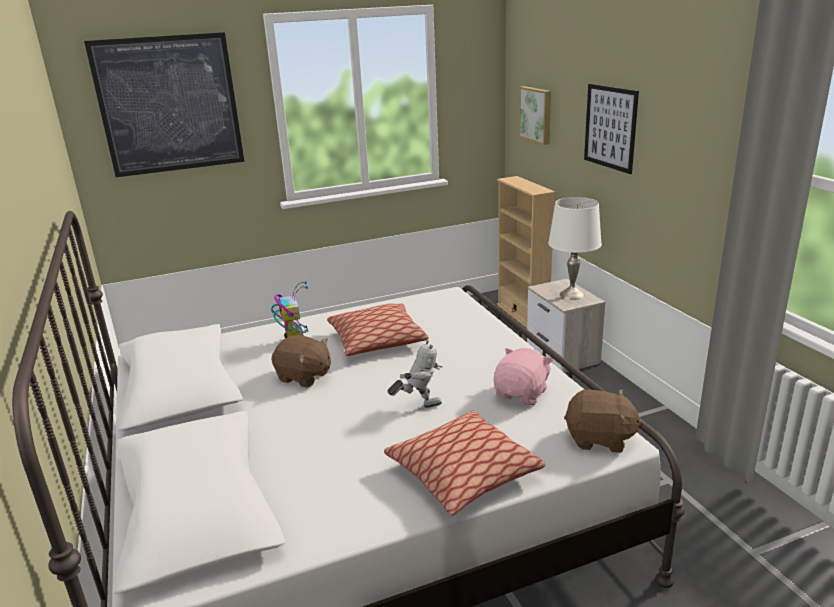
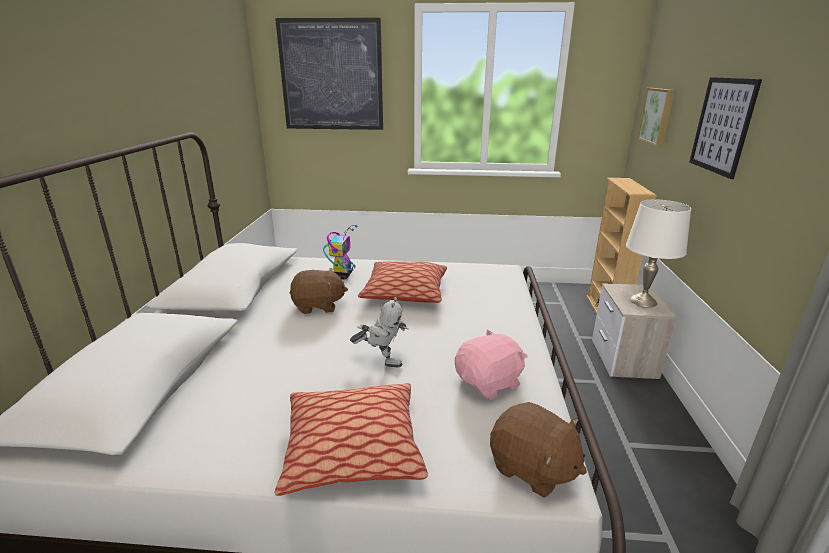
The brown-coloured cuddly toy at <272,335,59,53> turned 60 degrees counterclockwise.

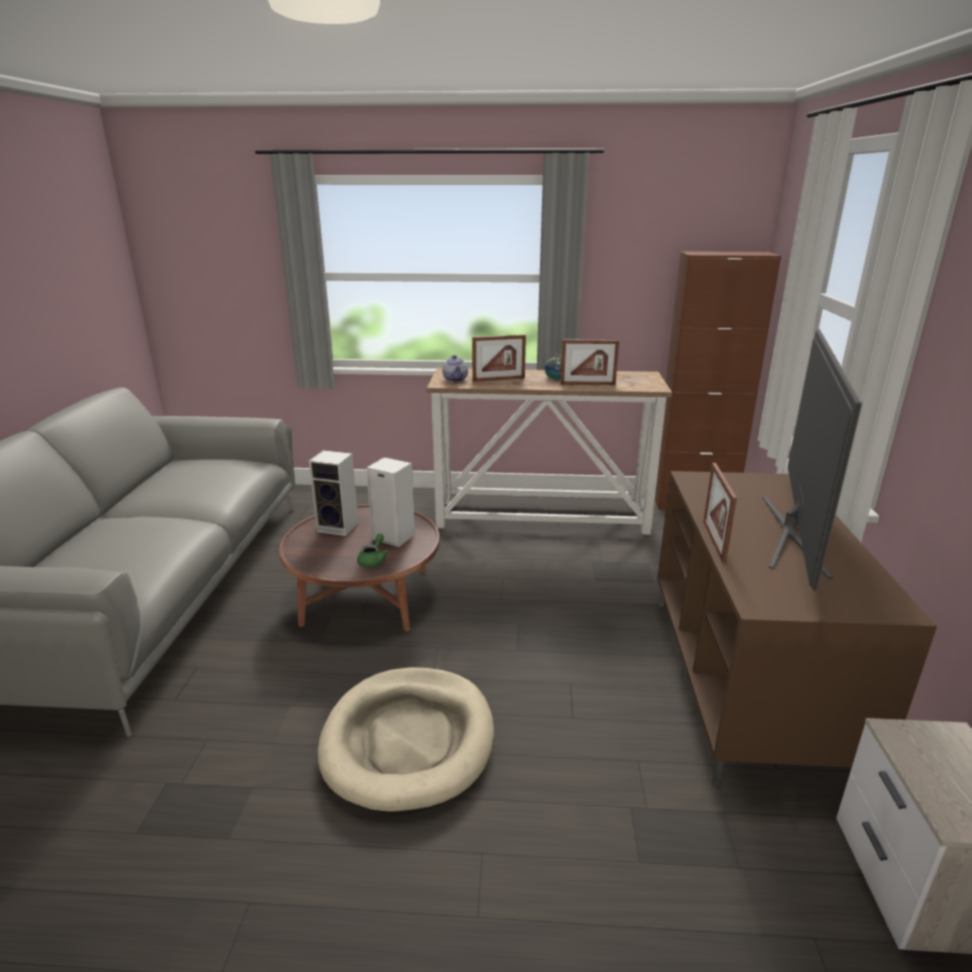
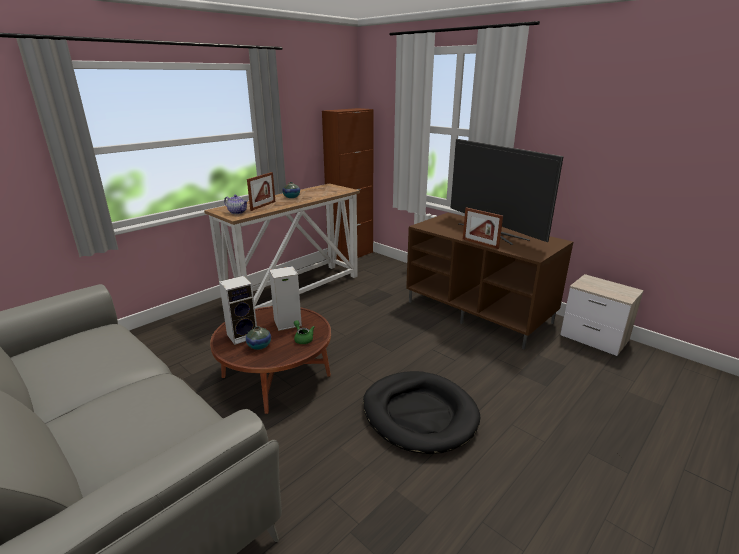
The photo frame at <560,339,59,46> disappeared. The decorative vase at <246,326,25,24> appeared. The beige dog cushion at <317,667,177,148> became the blackish dog cushion at <363,371,118,83>.

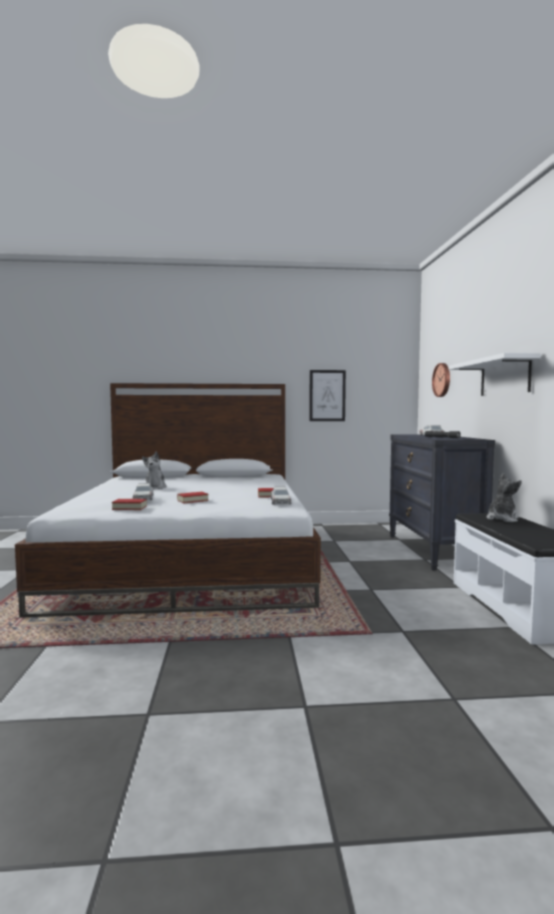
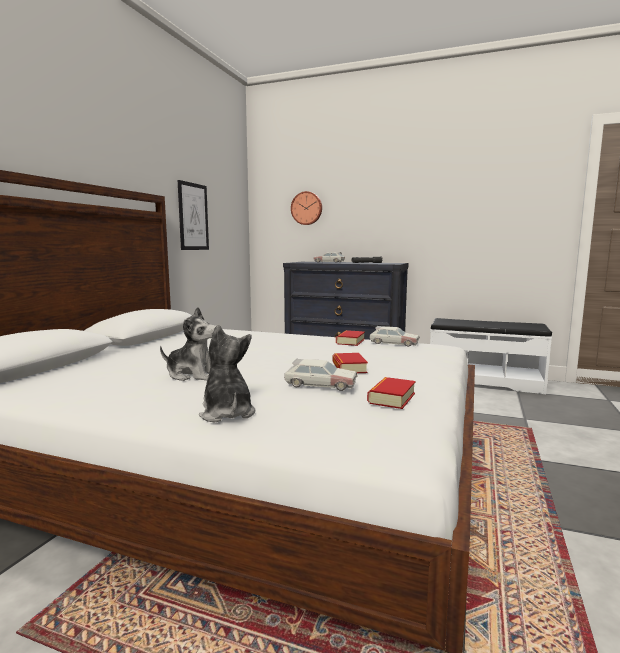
The whitish bracket shelf at <448,353,93,43> disappeared. The cuddly toy moved from <486,473,36,49> to <199,325,56,98>.

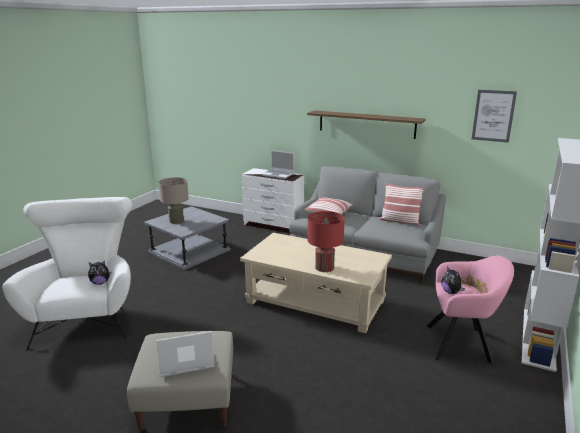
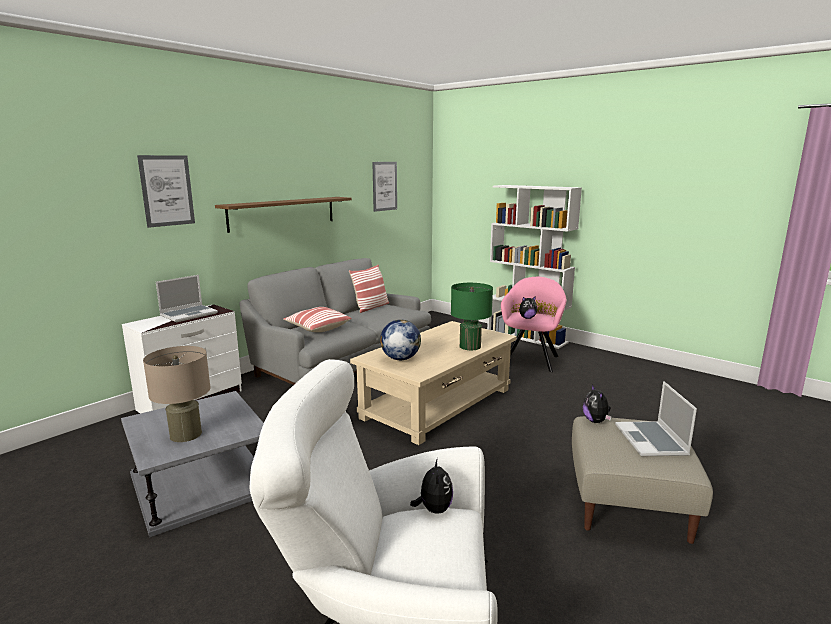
The picture at <137,155,58,73> appeared. The world globe at <380,320,41,40> appeared. The cuddly toy at <583,385,29,38> appeared. The red-coloured lamp for a table at <307,211,38,61> became the green lamp for a table at <451,283,42,67>.

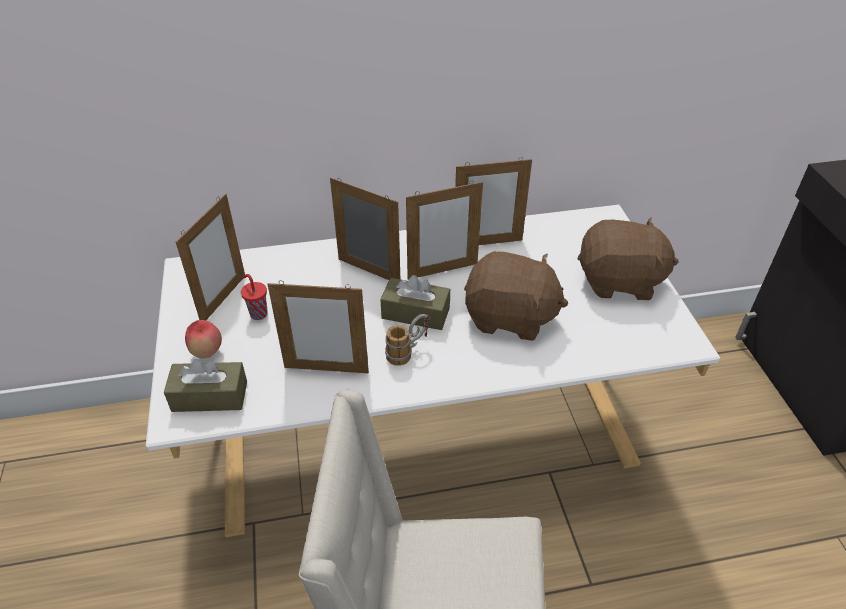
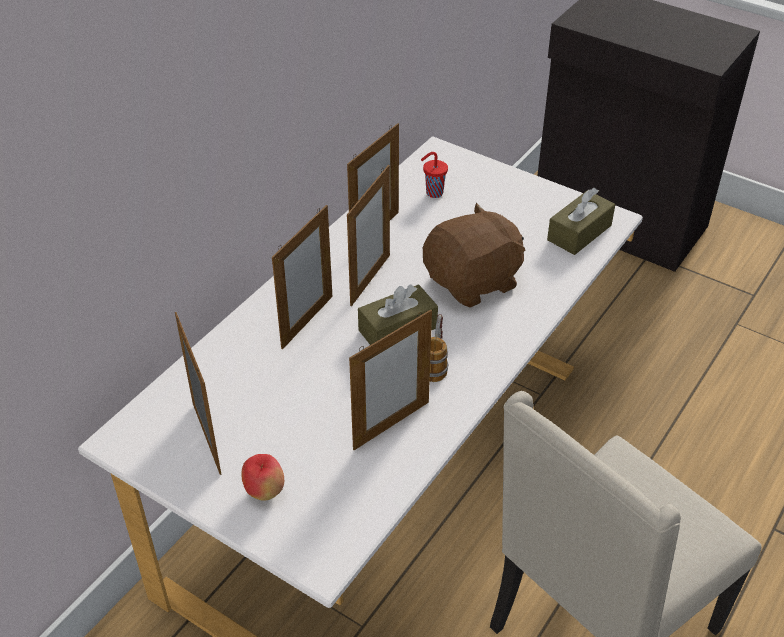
The brown-coloured cuddly toy at <578,217,101,83> disappeared. The brown-coloured tissue holder moved from <164,359,83,53> to <547,188,68,67>. The red-coloured drinking cup moved from <241,274,27,46> to <421,152,27,46>. The photo frame at <330,178,70,102> turned 135 degrees clockwise.

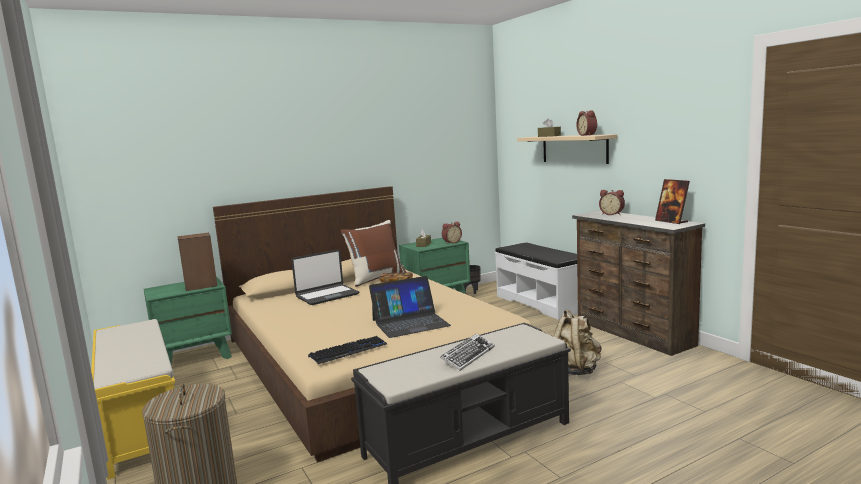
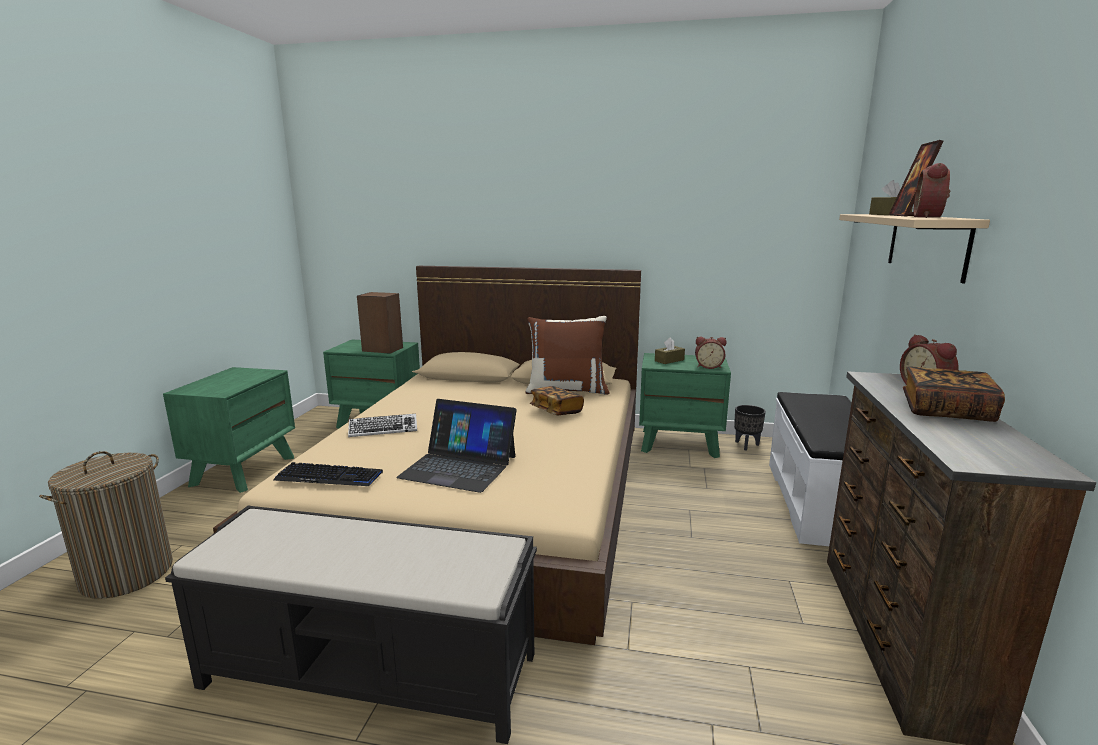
The notebook computer at <291,249,68,56> disappeared. The beige rucksack at <553,309,48,66> disappeared. The volume at <903,366,102,56> appeared. The keyboard moved from <440,334,55,37> to <348,414,69,23>. The photo frame moved from <655,179,35,45> to <889,140,55,77>. The yellow bench at <91,319,84,161> was replaced by the green bedside table at <163,367,132,126>.

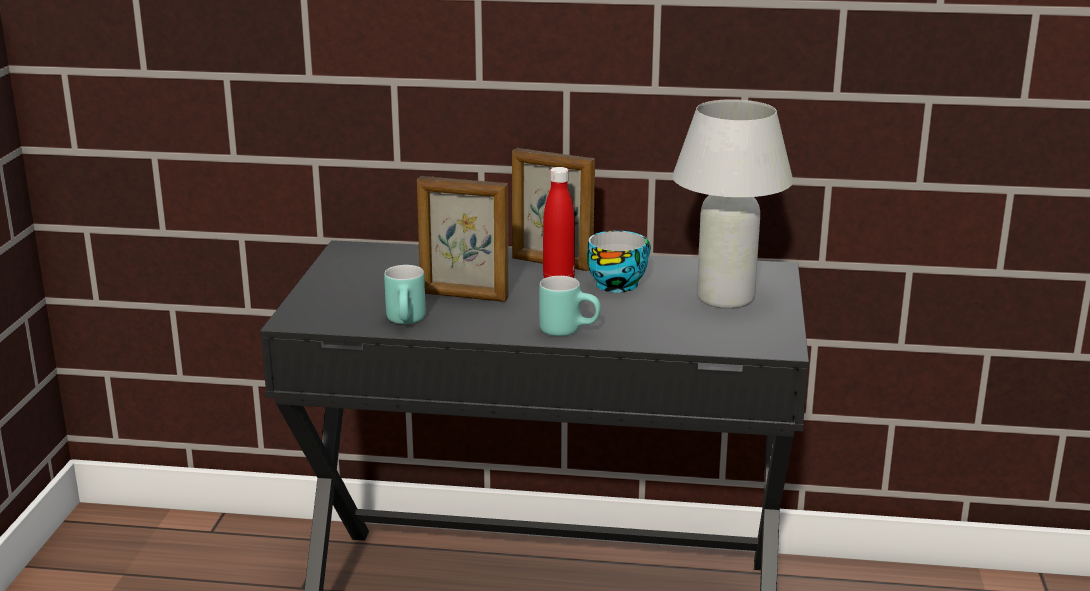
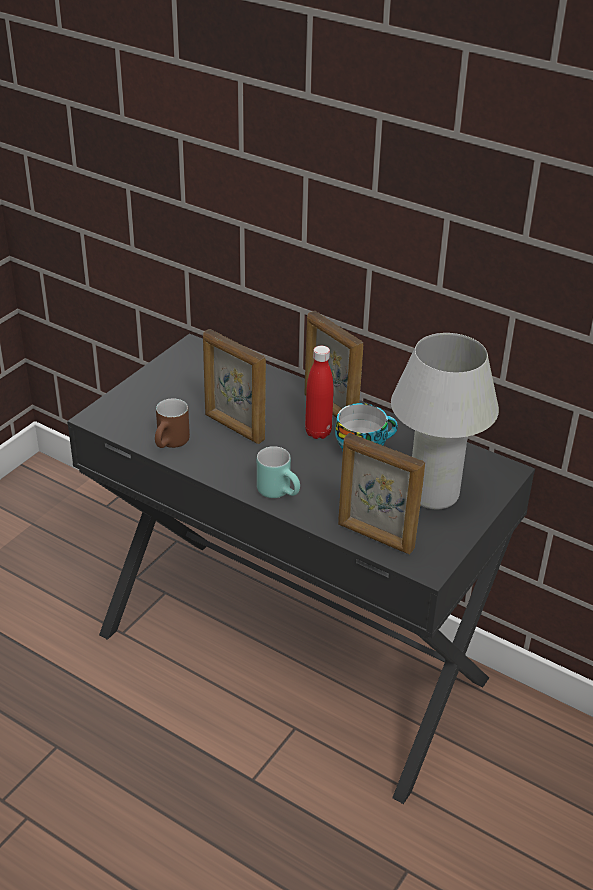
The photo frame at <338,433,87,121> appeared. The blue-green tea mug at <384,265,42,59> became the brown-coloured tea mug at <155,398,35,50>.

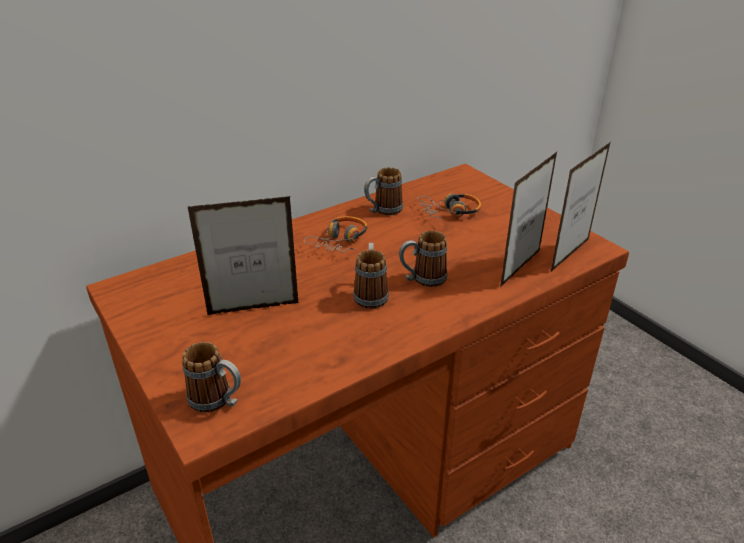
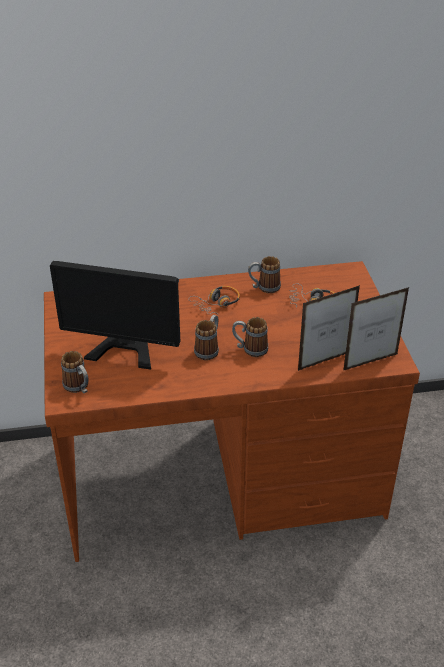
The photo frame at <188,196,111,119> was replaced by the monitor at <50,261,130,109>.

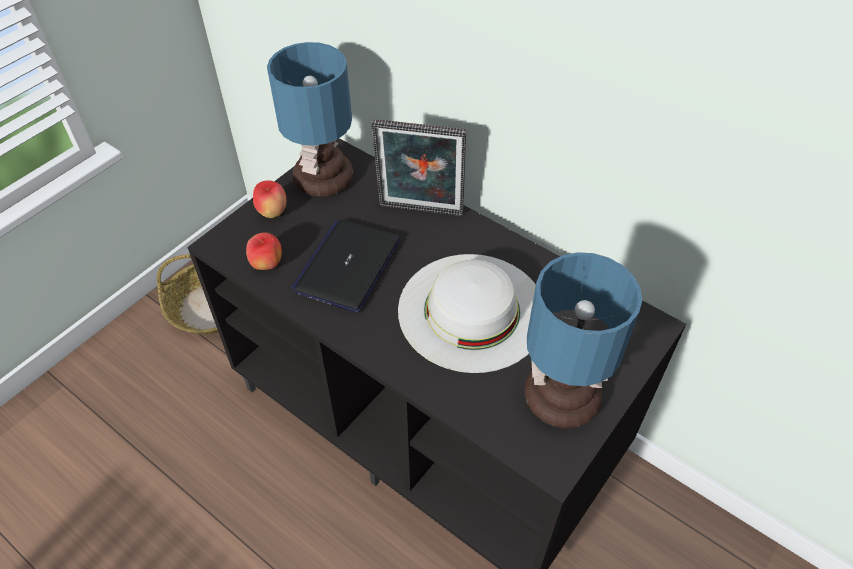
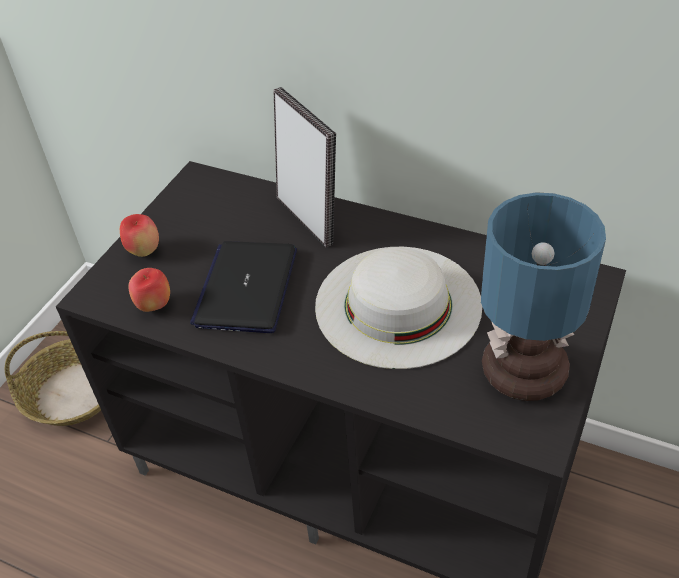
The lamp for a table at <267,42,86,155> disappeared. The photo frame at <372,119,94,97> turned 120 degrees counterclockwise.

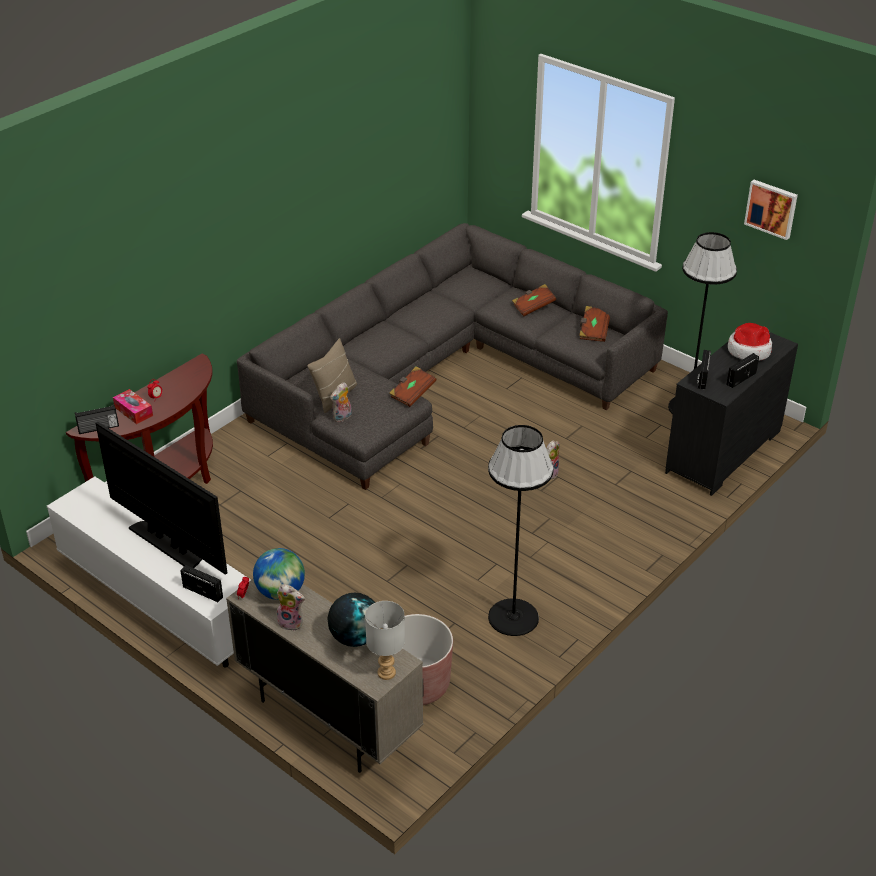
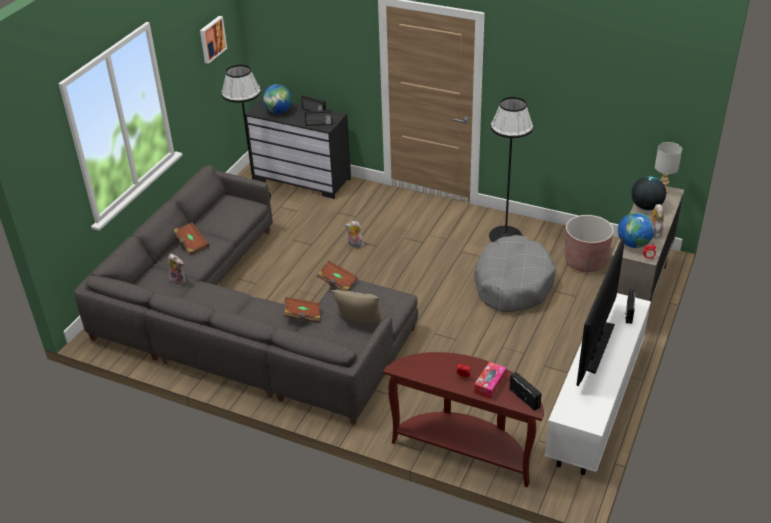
The gray dog cushion at <474,235,81,77> appeared. The cuddly toy moved from <330,382,22,40> to <168,254,17,32>. The brown-coloured volume moved from <579,306,31,36> to <284,297,37,25>. The clothing hat at <728,323,44,38> was replaced by the world globe at <263,84,29,30>.

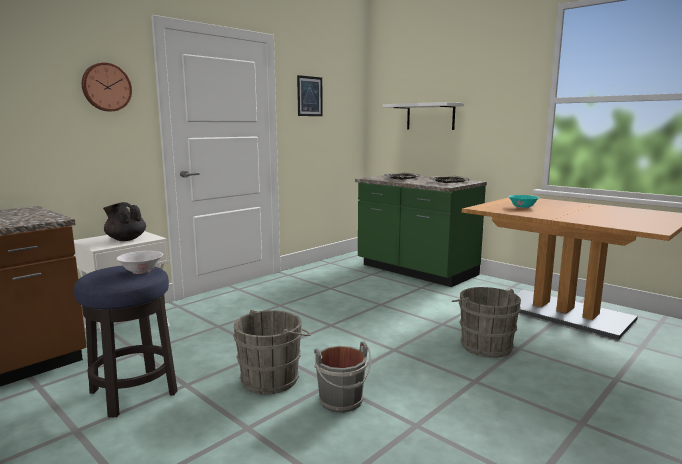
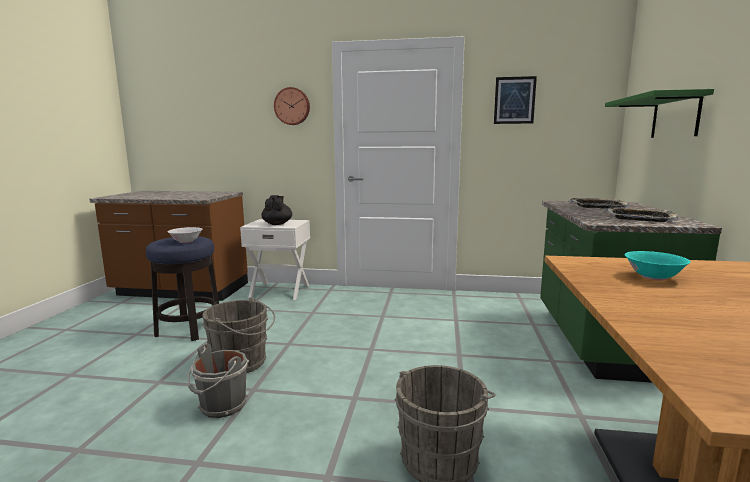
The whitish bracket shelf at <383,102,81,28> became the green bracket shelf at <605,89,109,49>.

